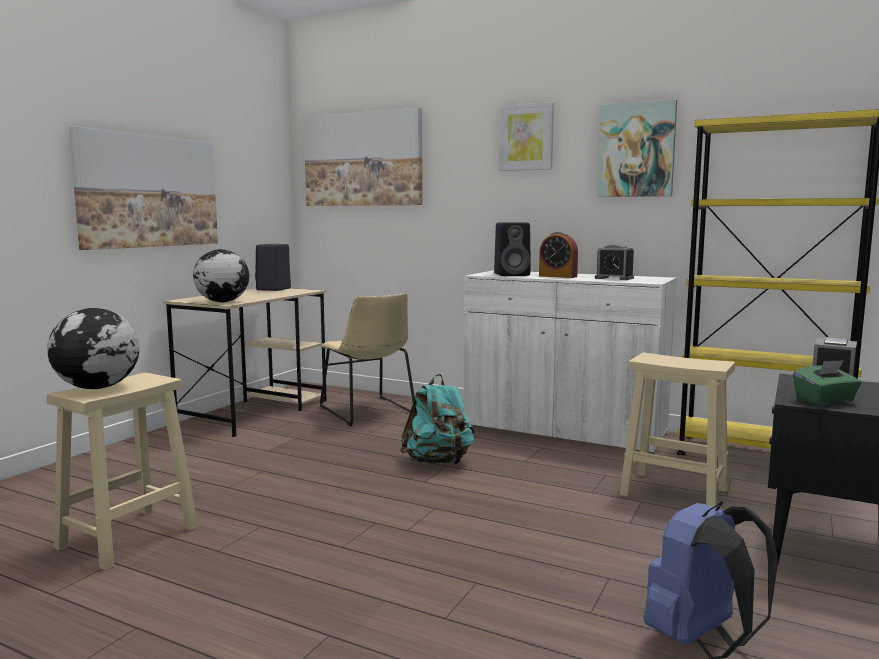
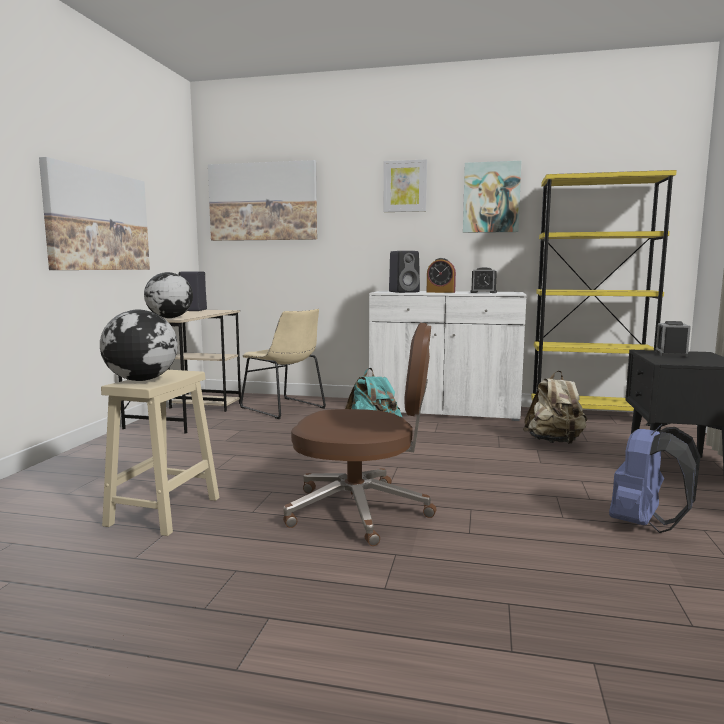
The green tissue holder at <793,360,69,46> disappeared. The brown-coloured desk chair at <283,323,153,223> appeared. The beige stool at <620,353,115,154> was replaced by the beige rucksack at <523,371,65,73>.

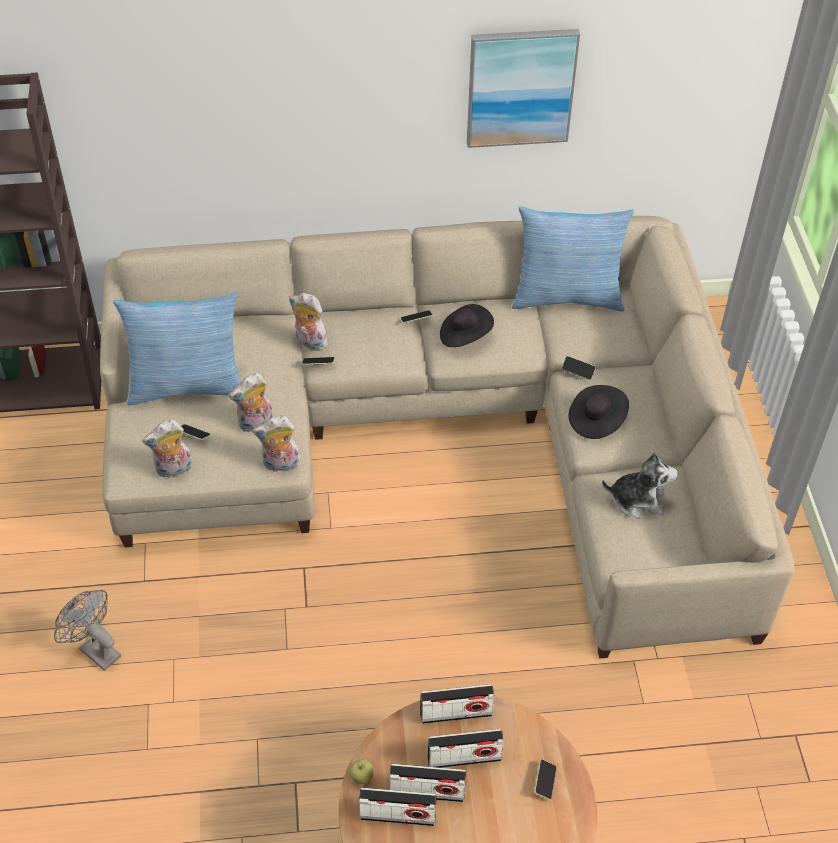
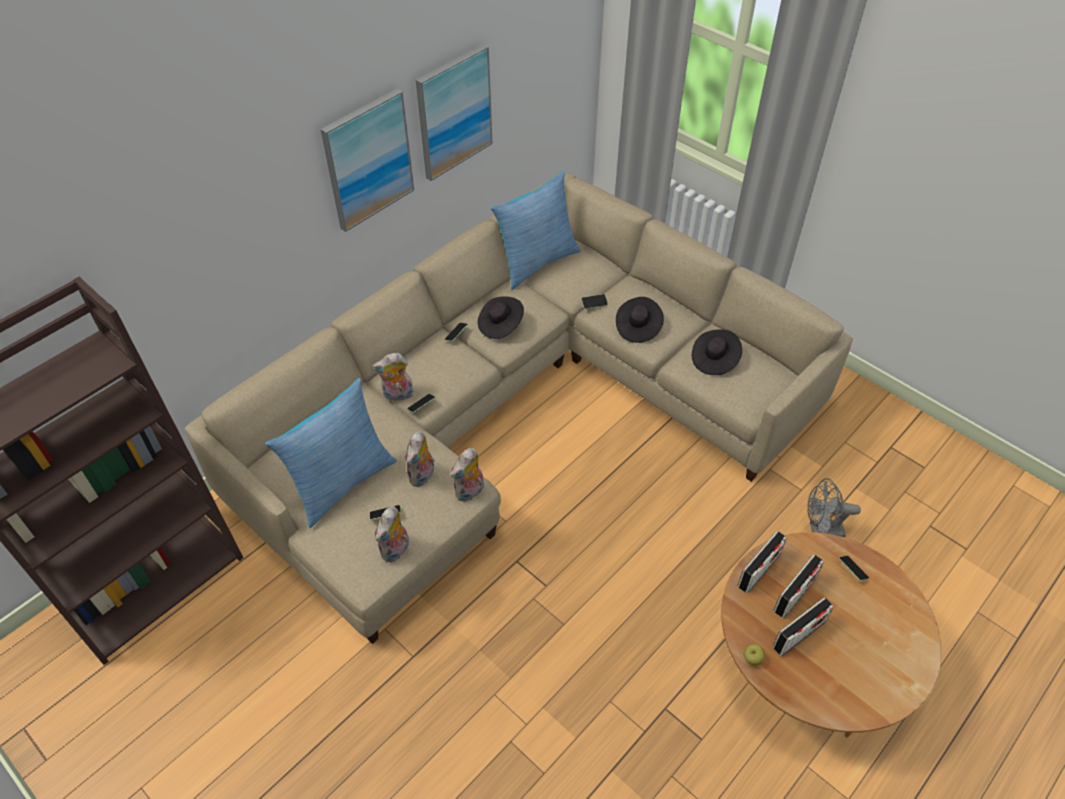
The radio at <359,788,78,38> disappeared. The picture at <321,89,93,143> appeared. The gray electric fan moved from <54,590,67,81> to <808,478,53,59>. The cuddly toy at <602,452,76,67> was replaced by the blackish clothing hat at <692,330,50,45>.

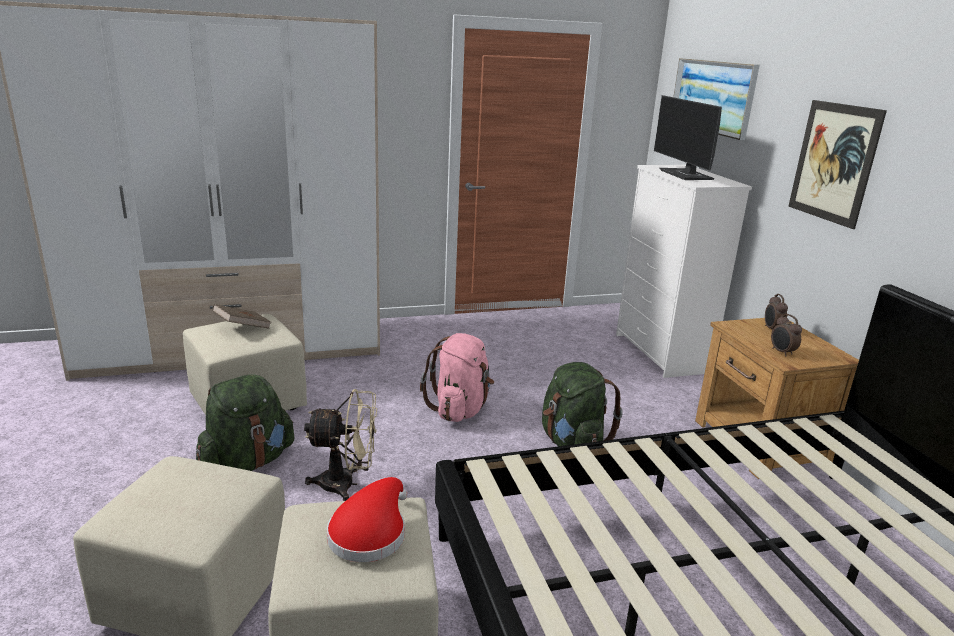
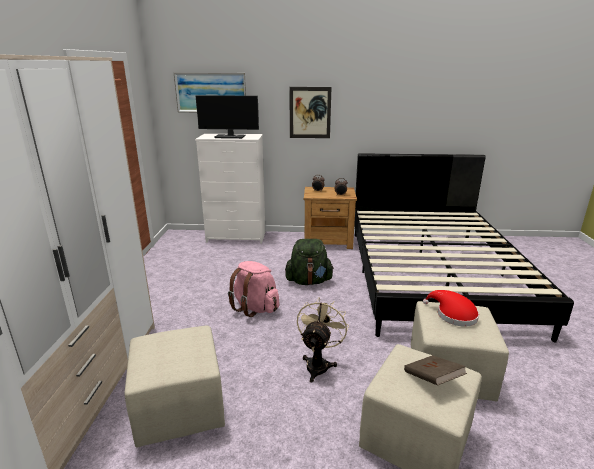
The green rucksack at <196,374,98,97> disappeared. The brown-coloured volume moved from <212,304,59,25> to <404,355,63,31>.

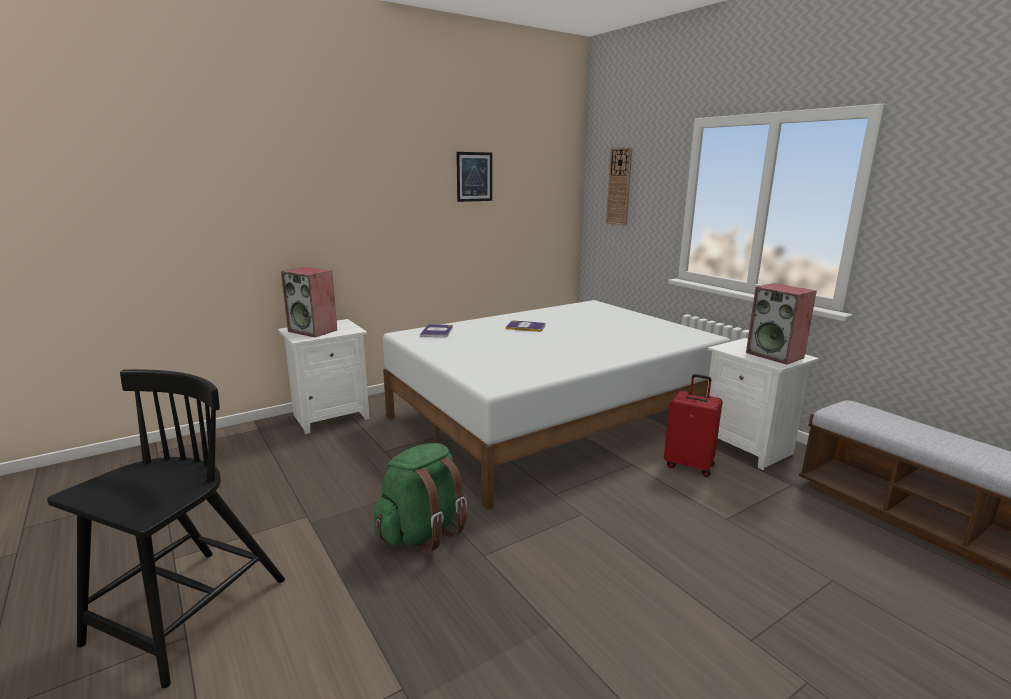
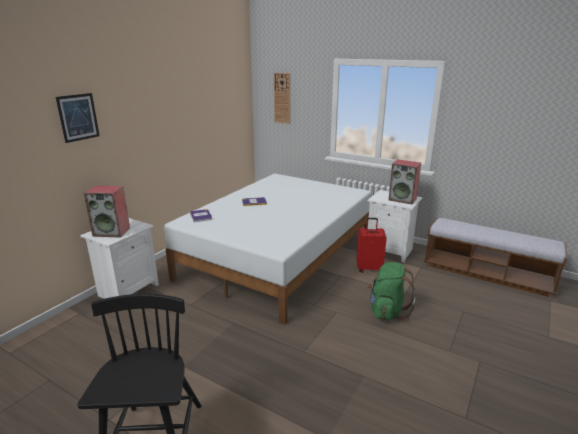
The green rucksack moved from <374,443,93,110> to <367,262,49,59>. The picture moved from <456,152,36,50> to <55,93,45,50>.

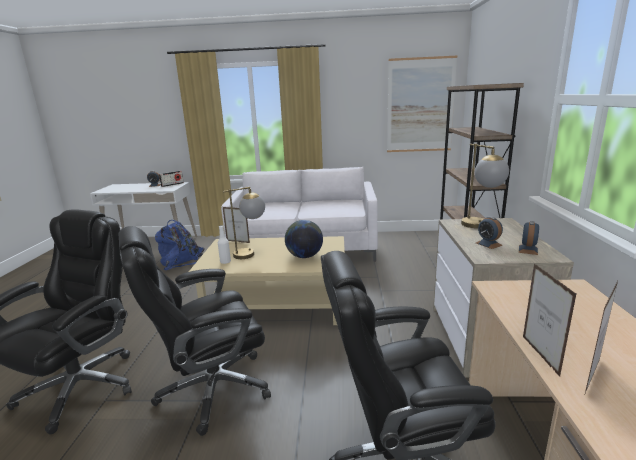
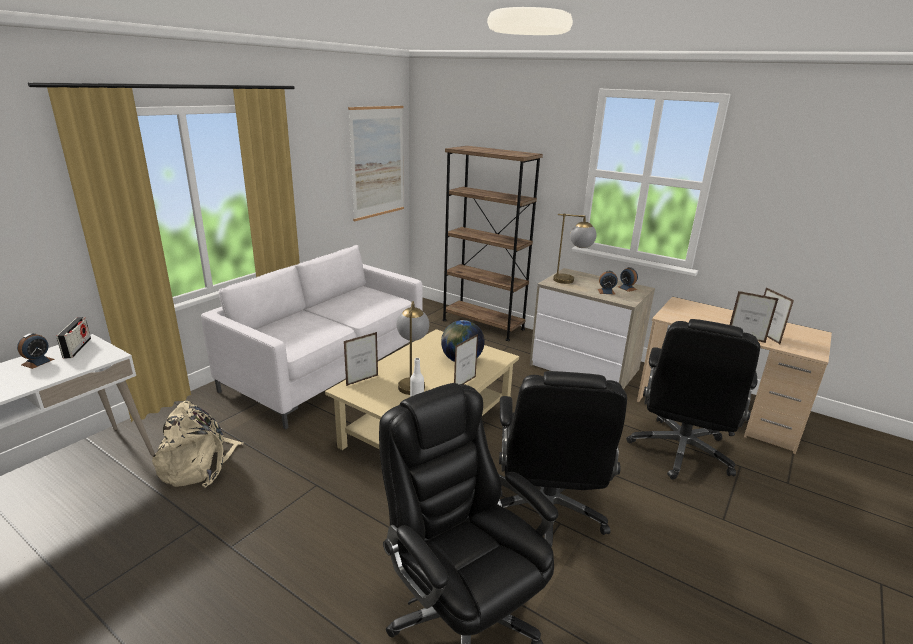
The photo frame at <454,334,24,50> appeared. The bluish rucksack at <155,220,50,50> became the beige rucksack at <152,401,91,87>.

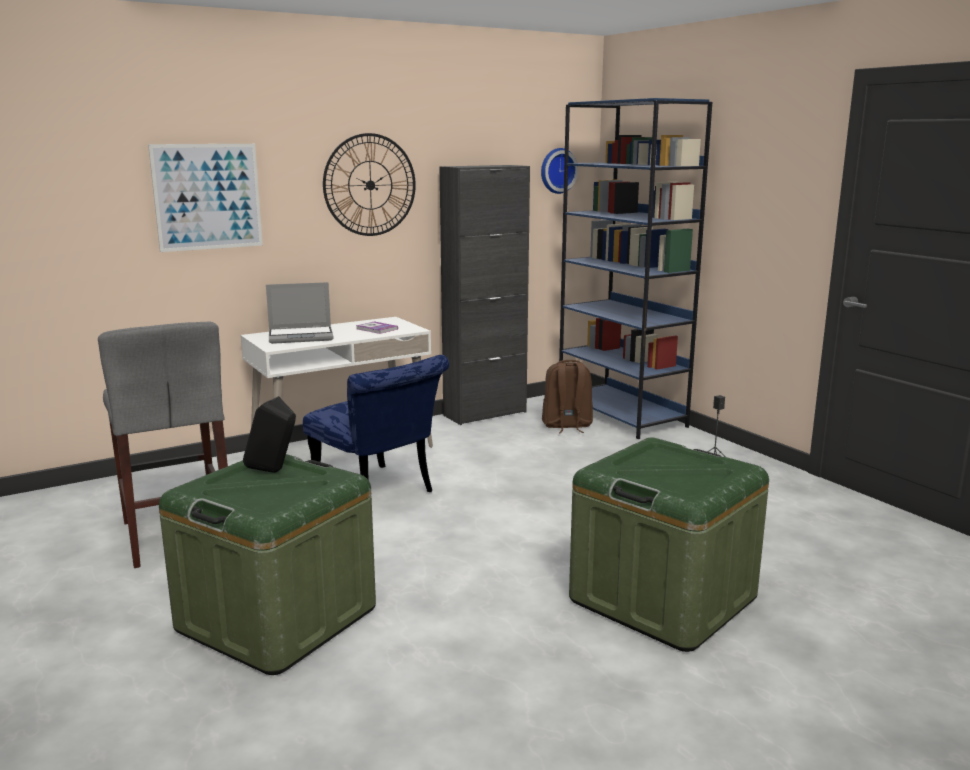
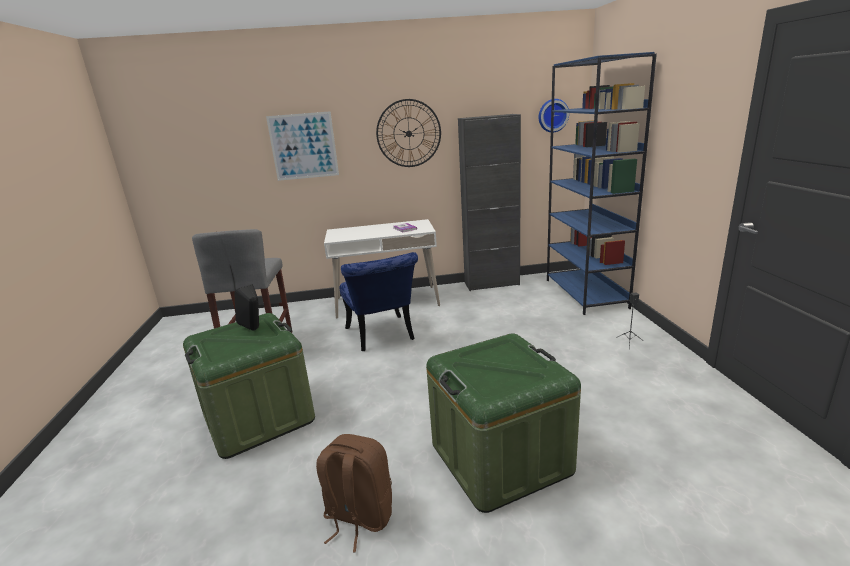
The notebook computer at <266,282,68,62> disappeared. The brown-coloured rucksack moved from <542,360,51,73> to <316,434,76,118>.

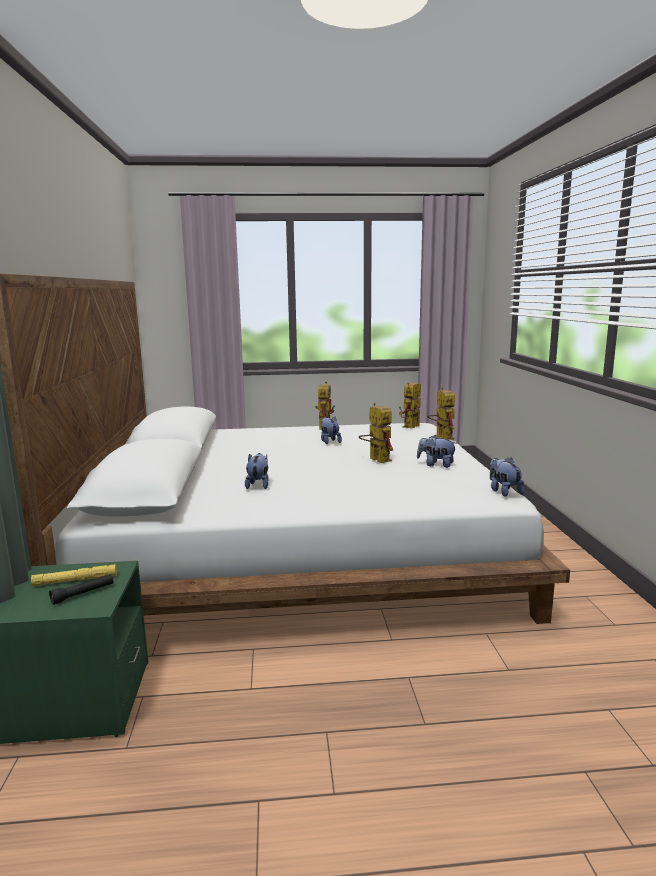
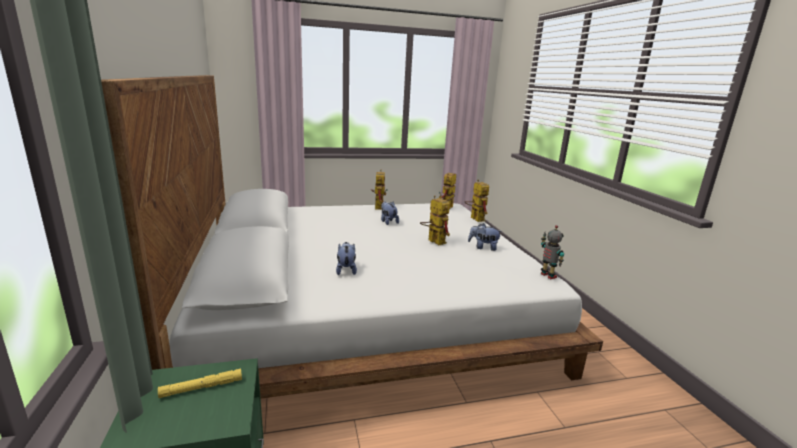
The blackish torch at <49,574,64,31> disappeared. The cuddly toy at <490,457,34,40> was replaced by the model robot at <541,225,23,54>.

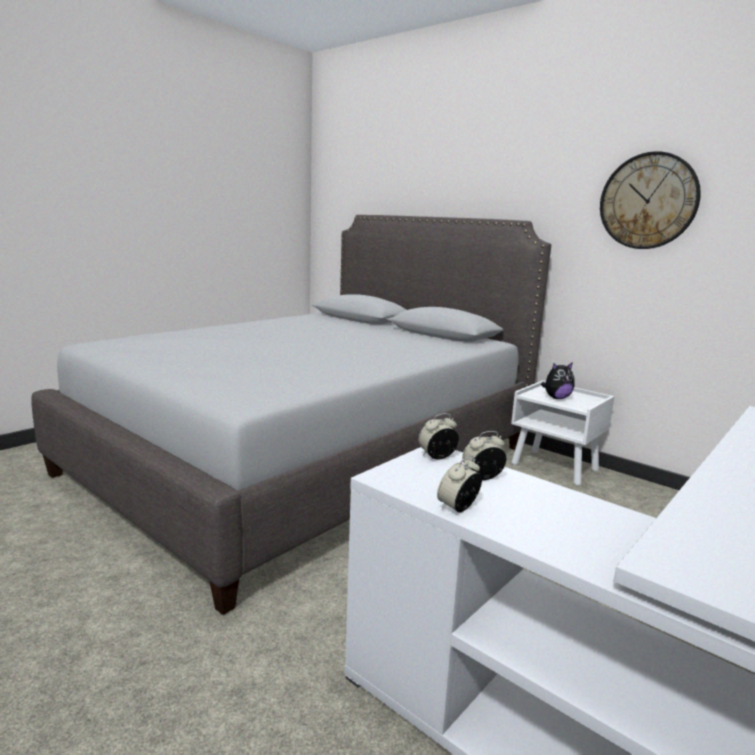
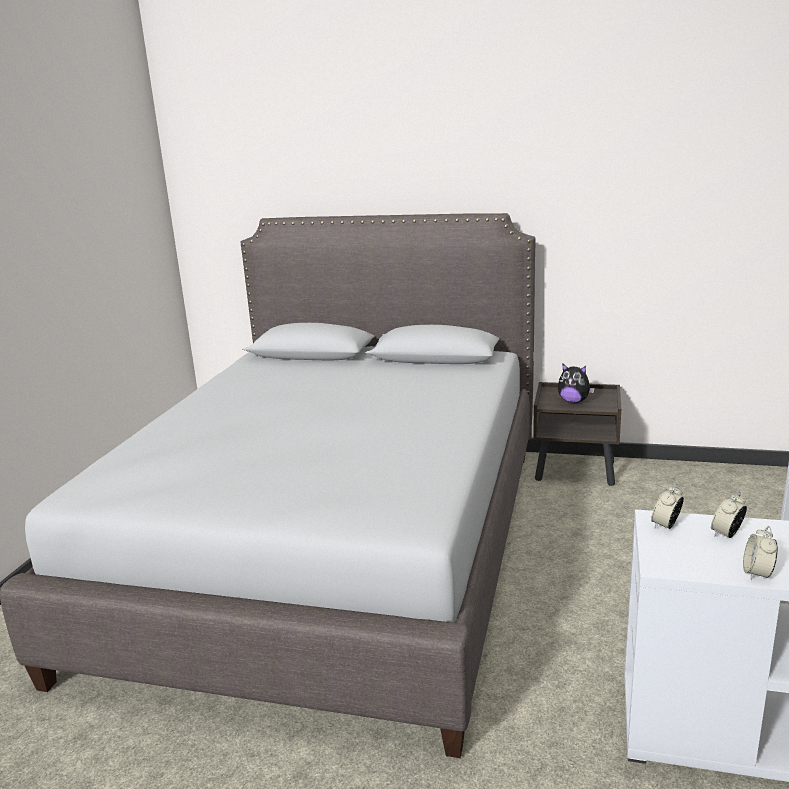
The wall clock at <600,151,101,98> disappeared. The whitish bedside table at <511,380,104,106> became the brown-coloured bedside table at <533,382,88,104>. The cuddly toy at <541,362,33,37> turned 75 degrees clockwise.

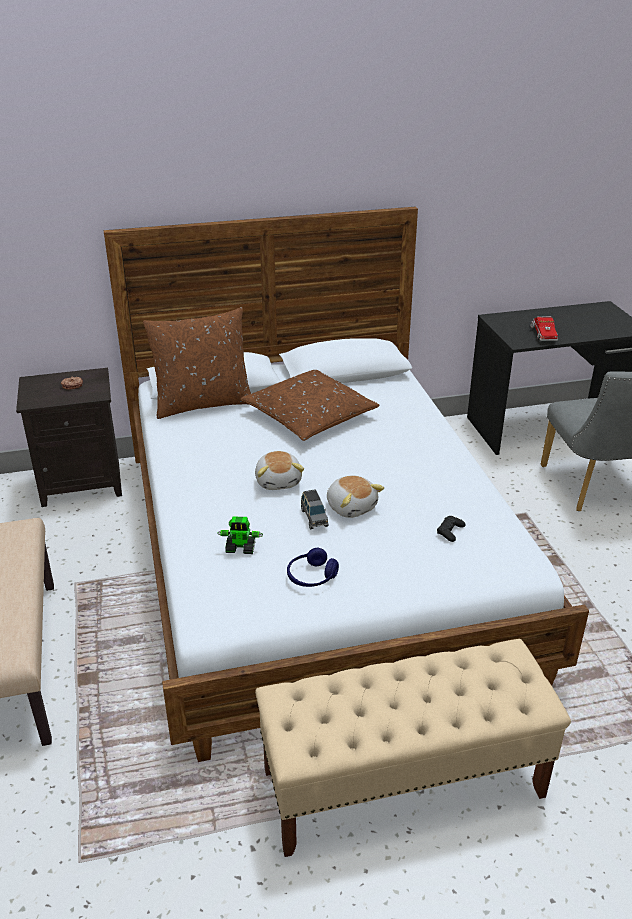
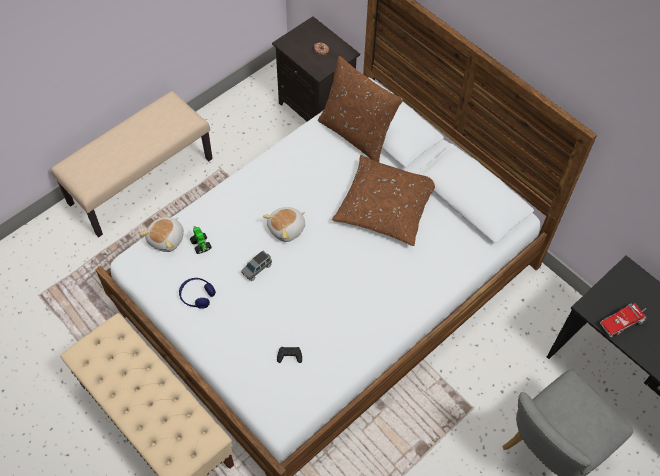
The cuddly toy moved from <327,475,57,43> to <140,217,44,35>.

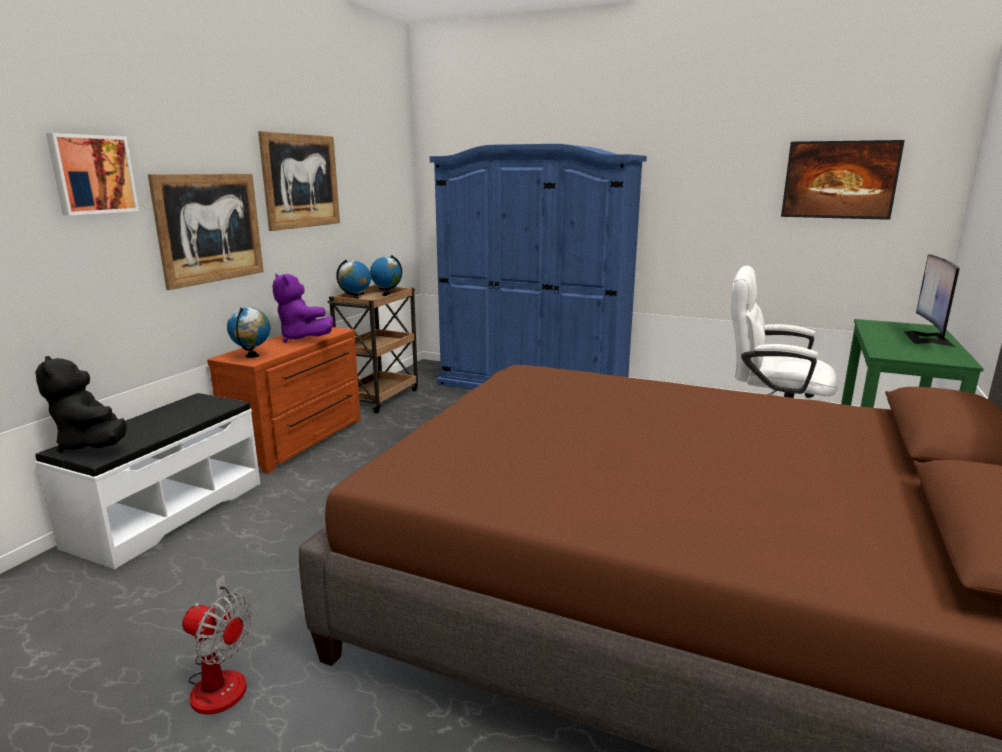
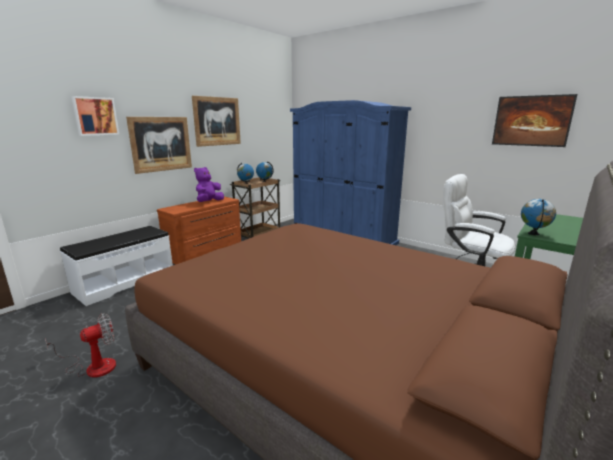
The blackish cuddly toy at <35,356,92,97> disappeared. The monitor at <904,254,56,93> disappeared. The world globe moved from <227,307,43,51> to <521,199,35,36>. The electric fan at <182,575,70,140> turned 75 degrees counterclockwise. The purple cuddly toy at <273,274,61,69> turned 60 degrees clockwise.

